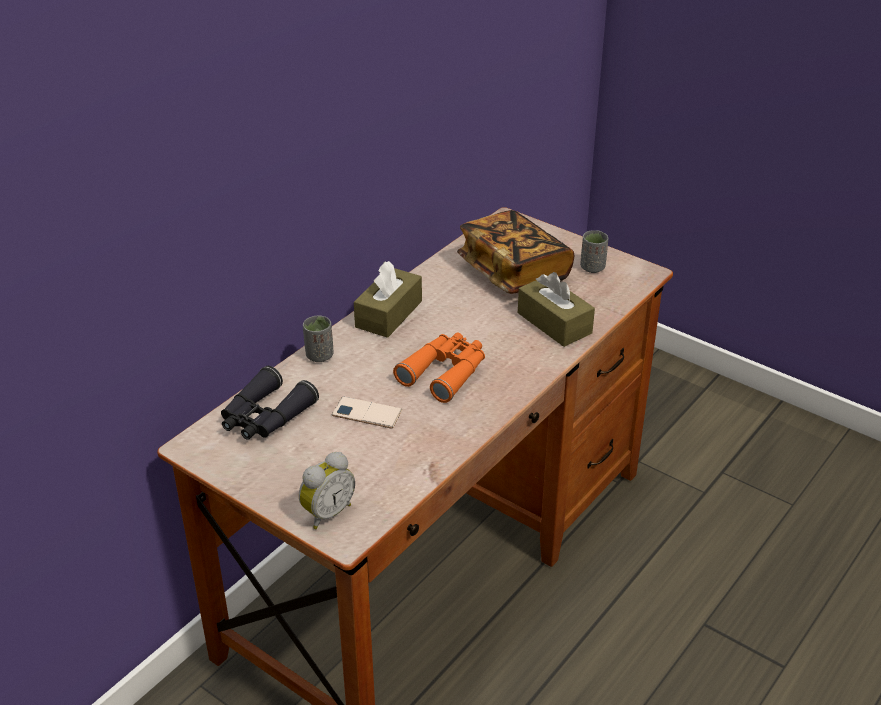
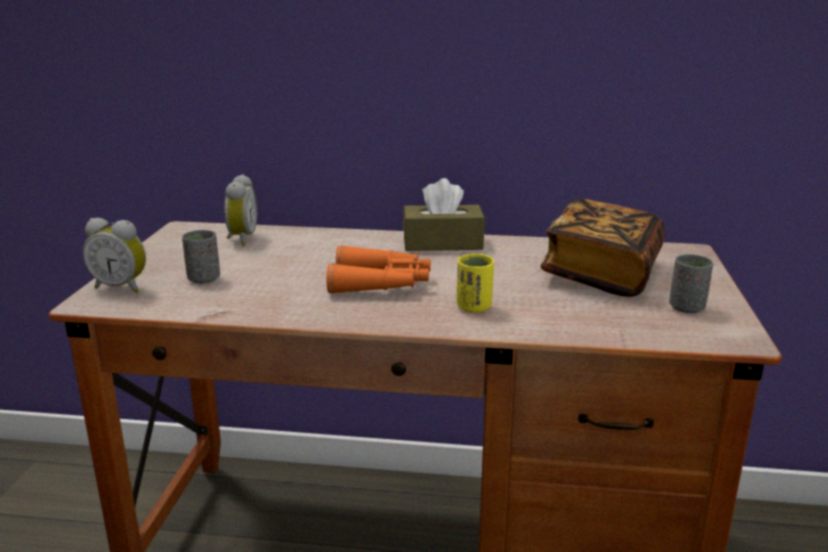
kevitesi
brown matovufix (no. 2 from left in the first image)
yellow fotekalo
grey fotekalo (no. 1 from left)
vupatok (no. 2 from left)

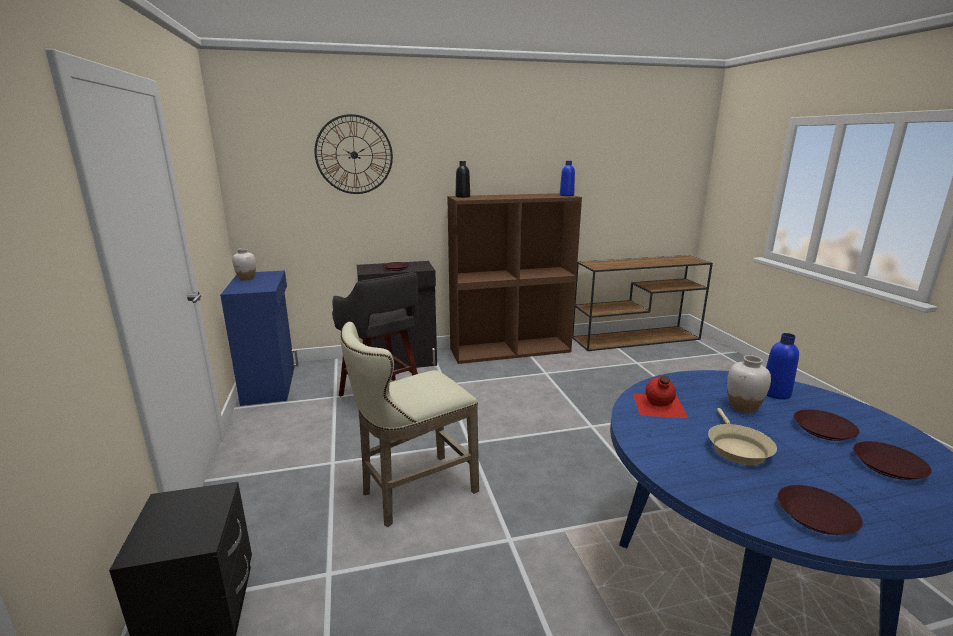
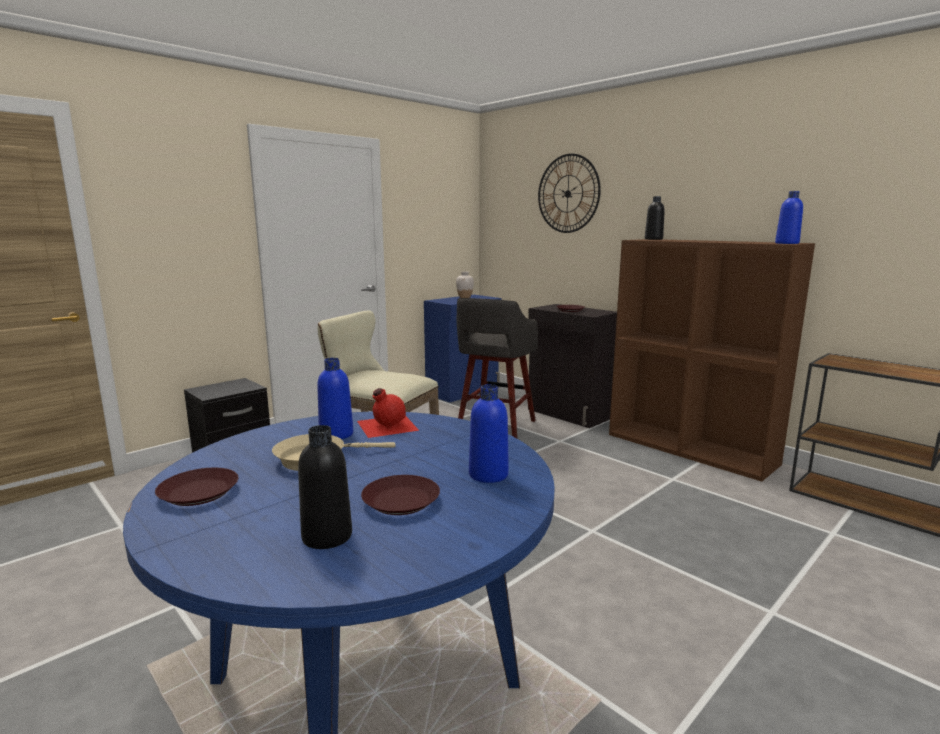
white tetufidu (no. 2 from left in the first image)
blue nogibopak (no. 1 from left)
black nogibopak (no. 1 from left)

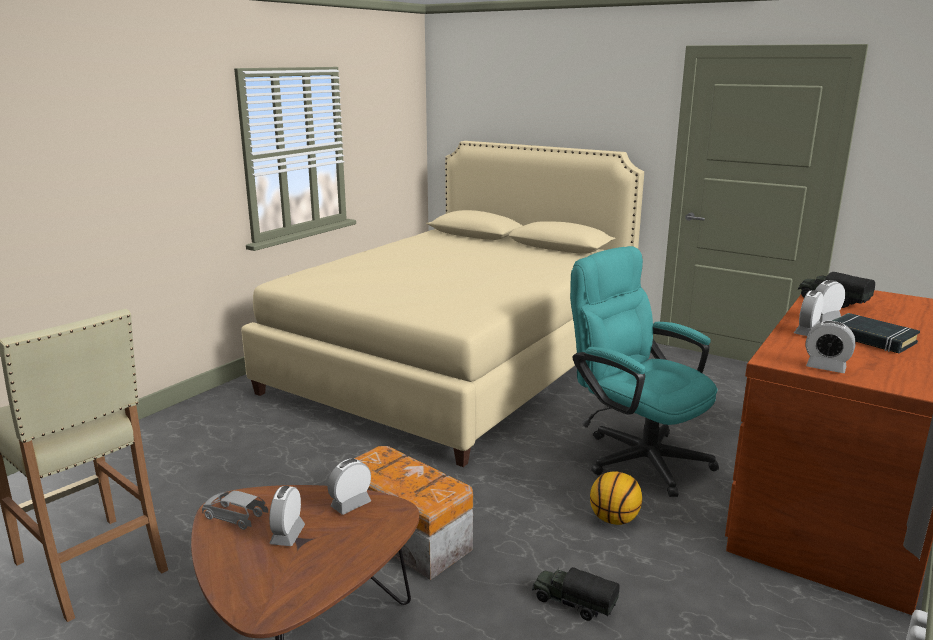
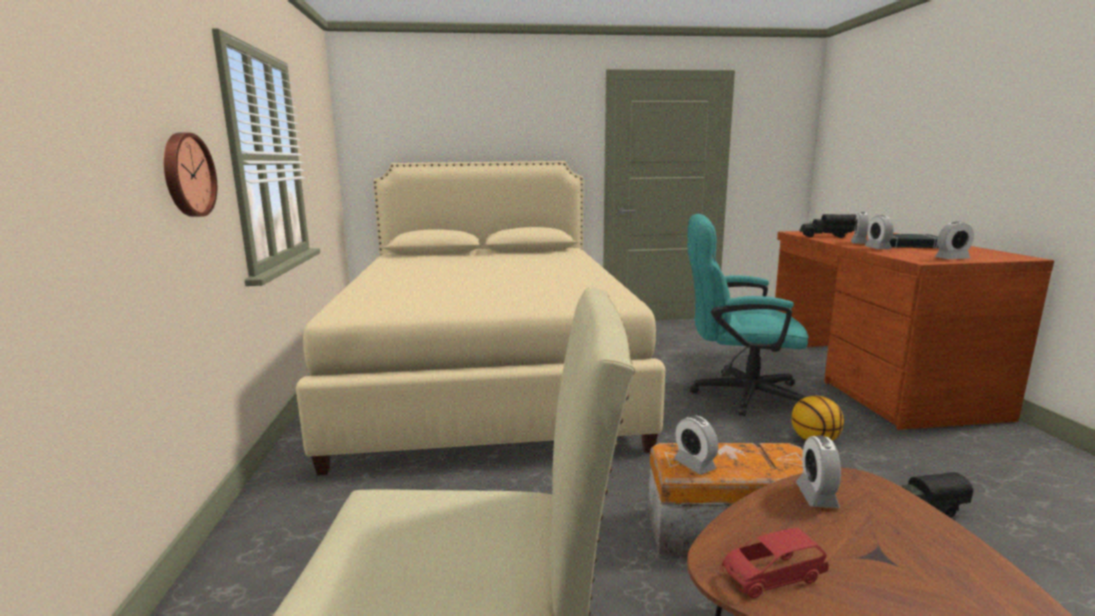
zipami
vupatok (no. 1 from left)
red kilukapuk

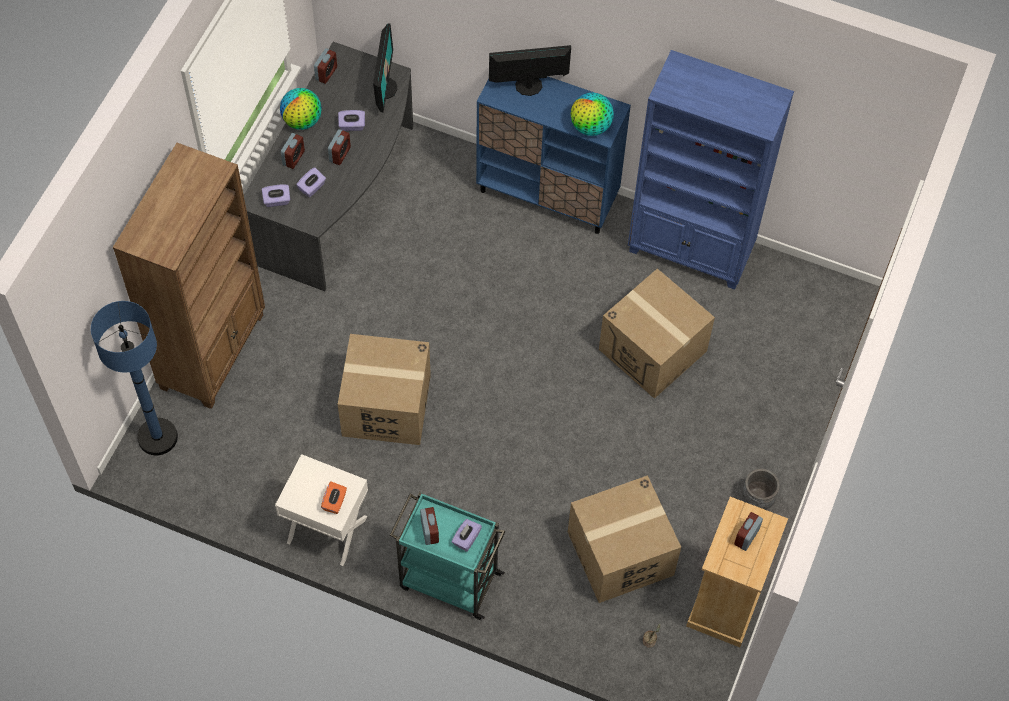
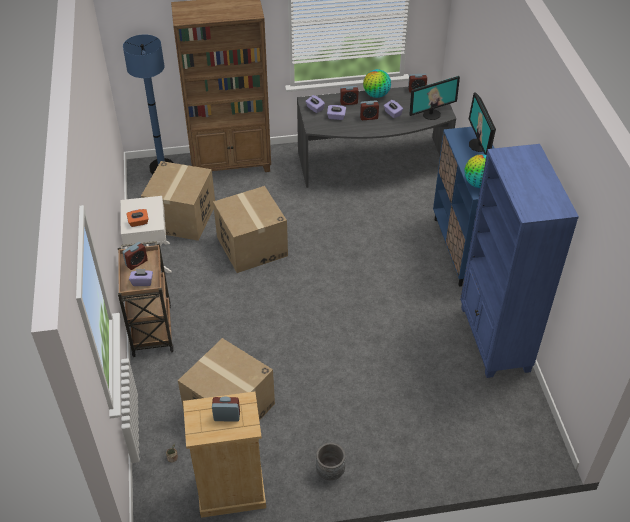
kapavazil (no. 1 from left)
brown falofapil
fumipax (no. 2 from left)

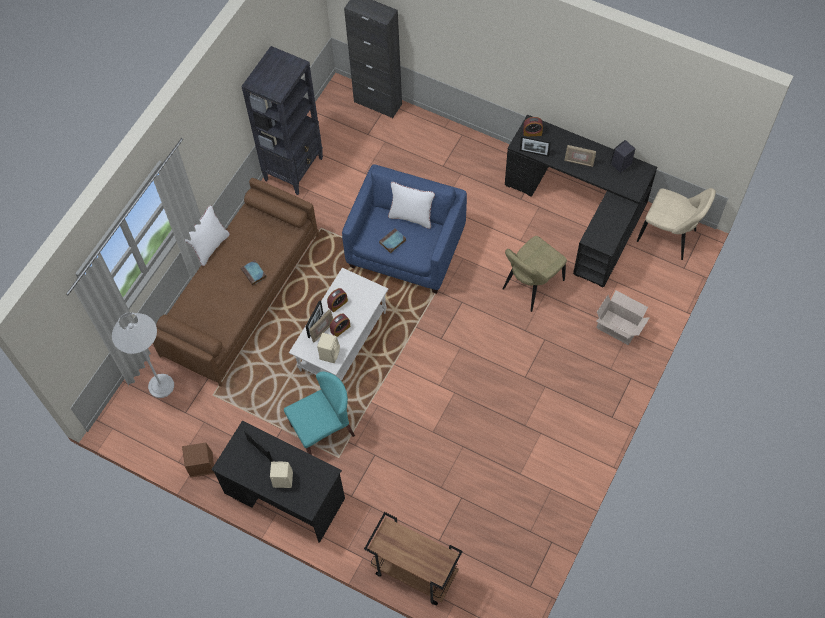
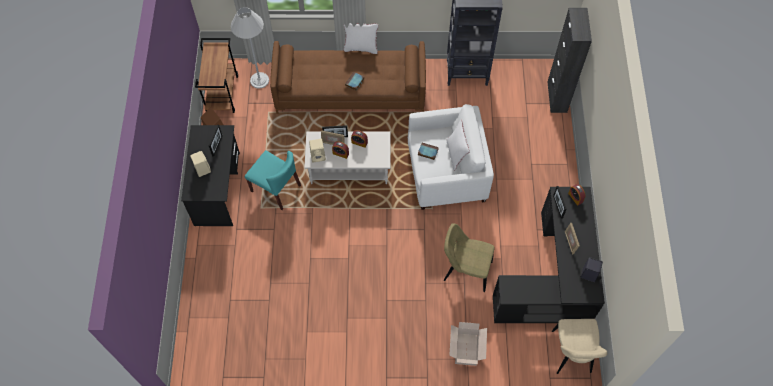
brown falofapil
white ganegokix

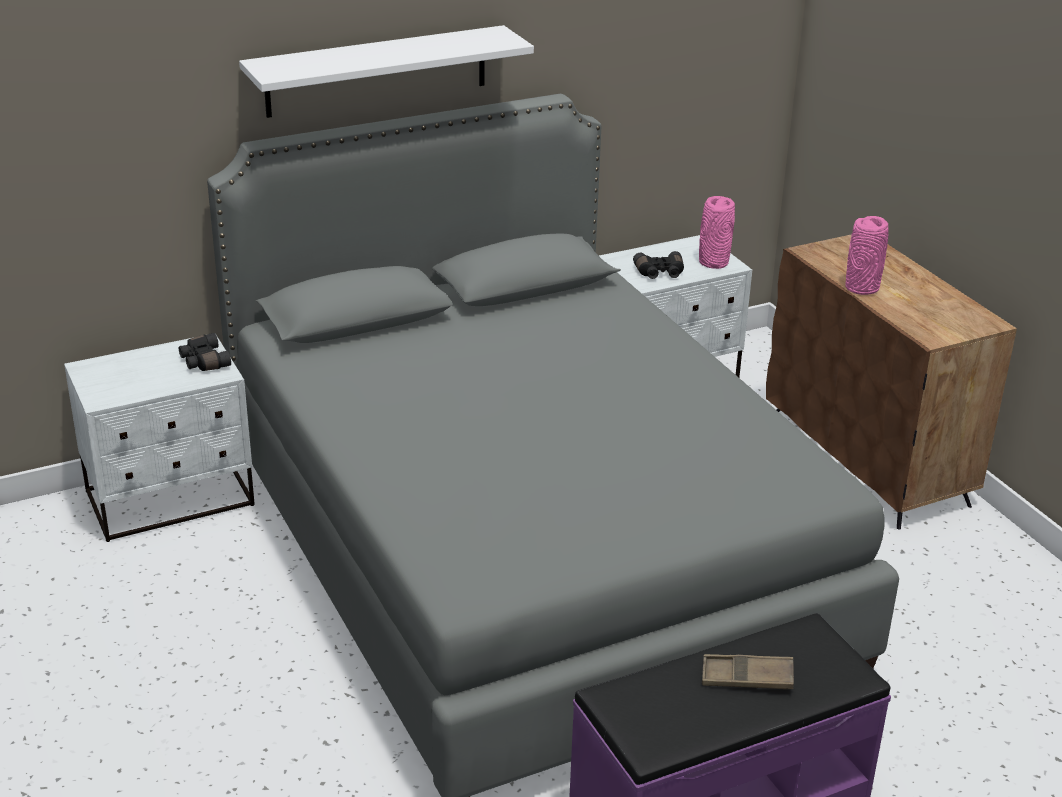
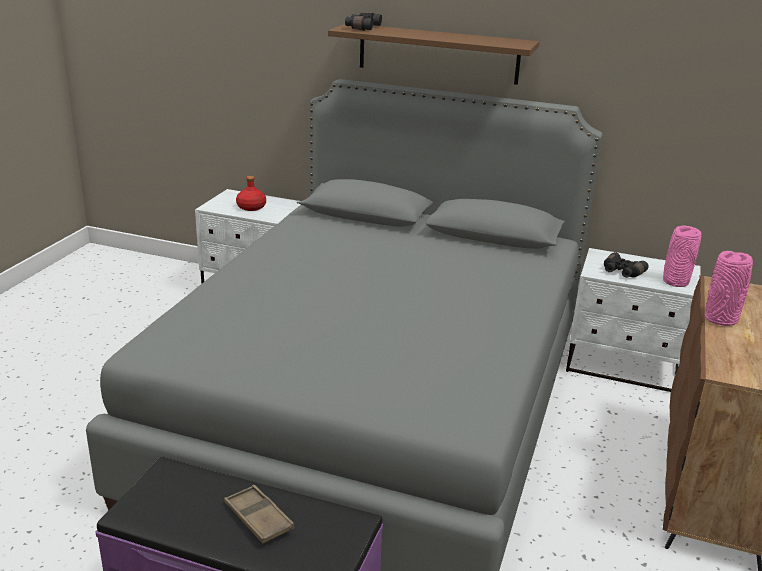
red nogibopak
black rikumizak (no. 1 from left)
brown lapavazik

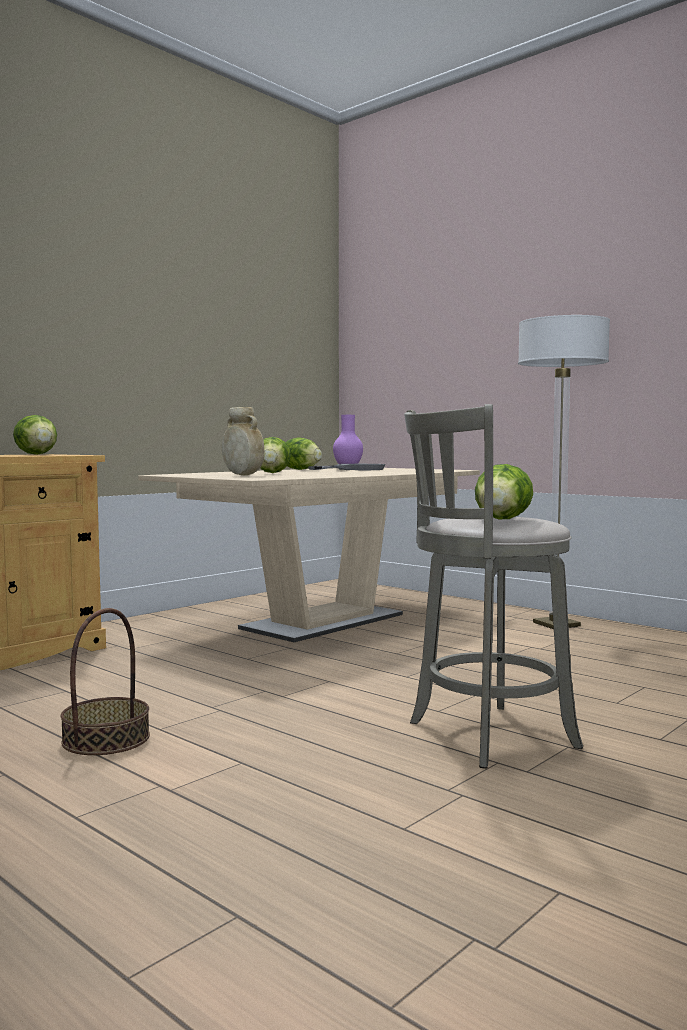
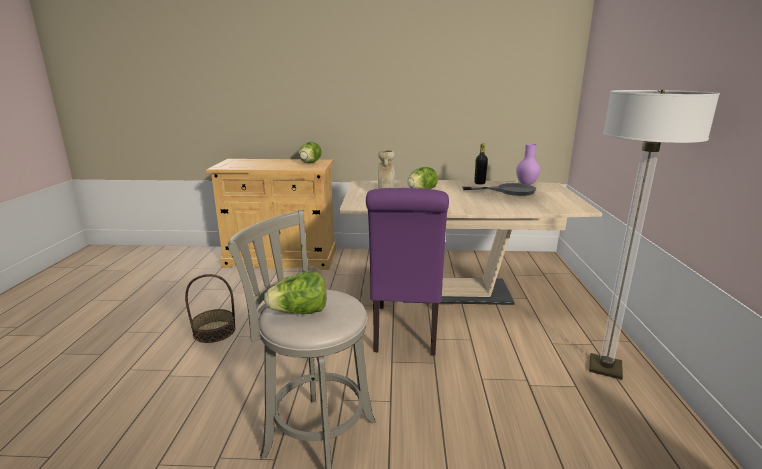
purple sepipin
black nogibopak

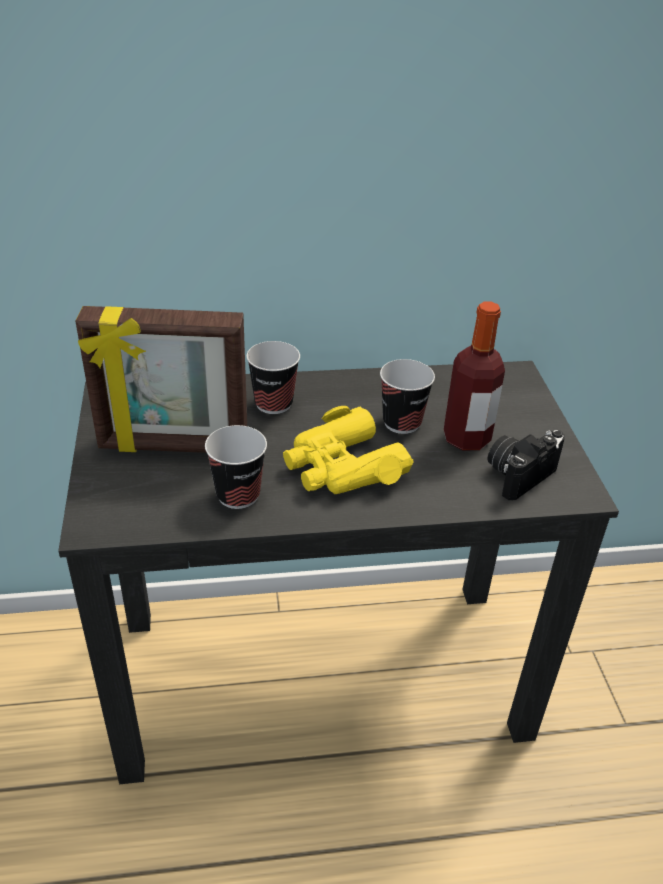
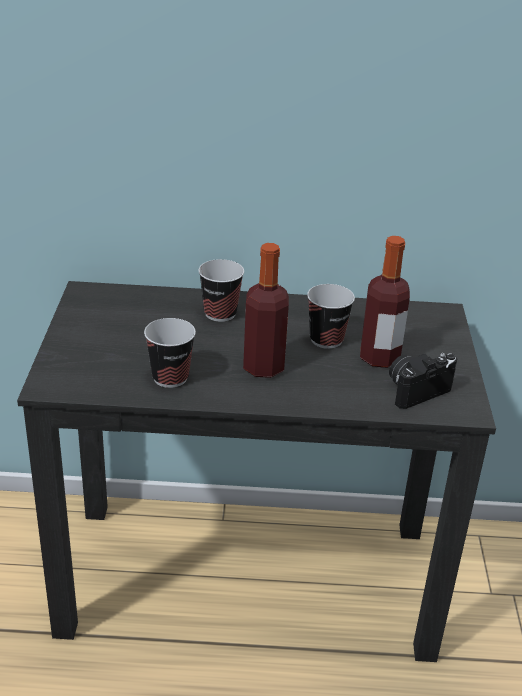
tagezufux
nogibopak (no. 1 from left)

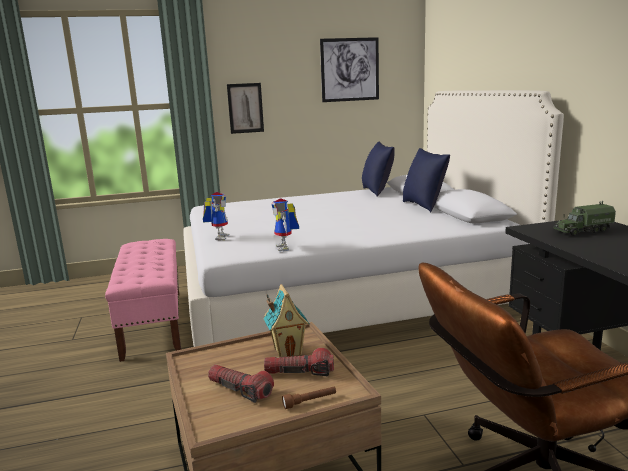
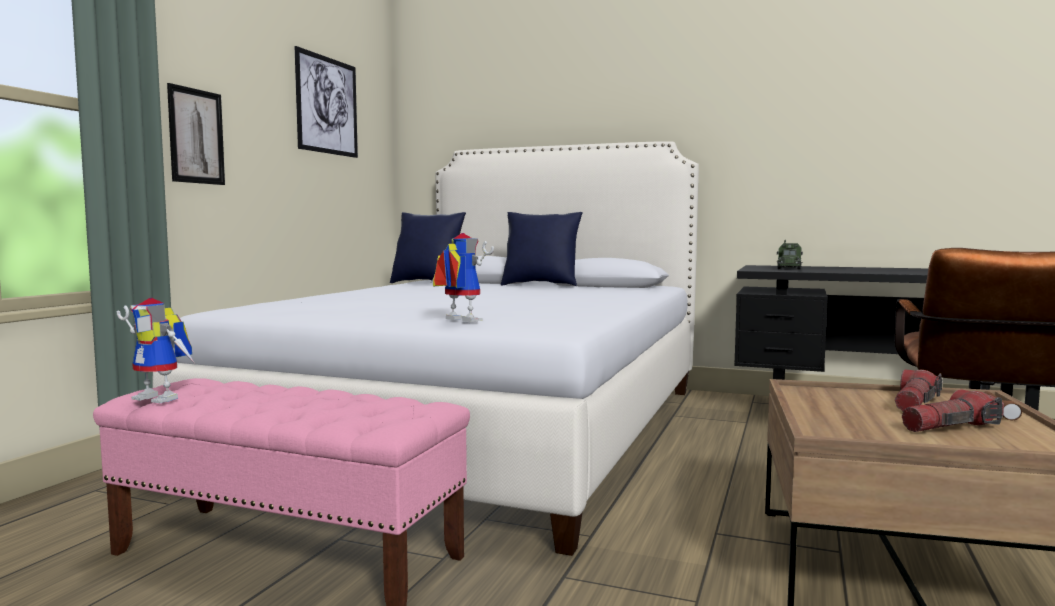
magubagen
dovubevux (no. 1 from left)

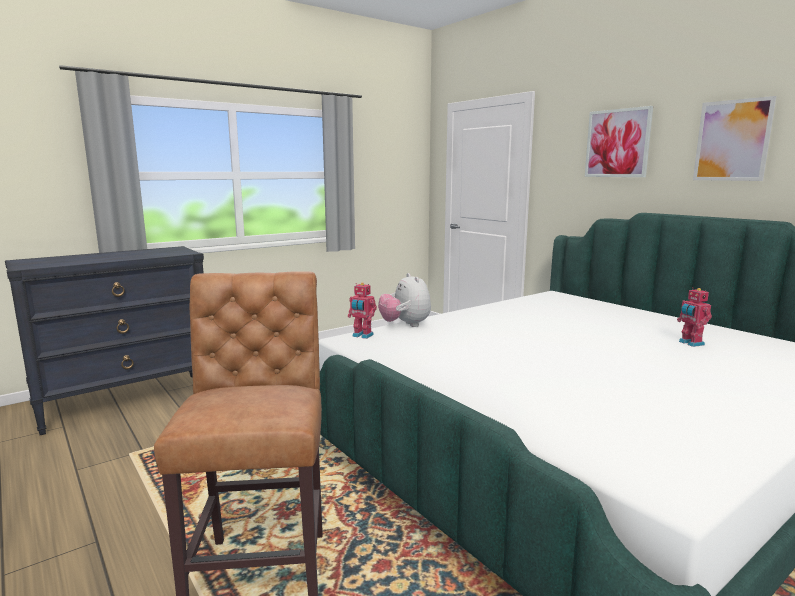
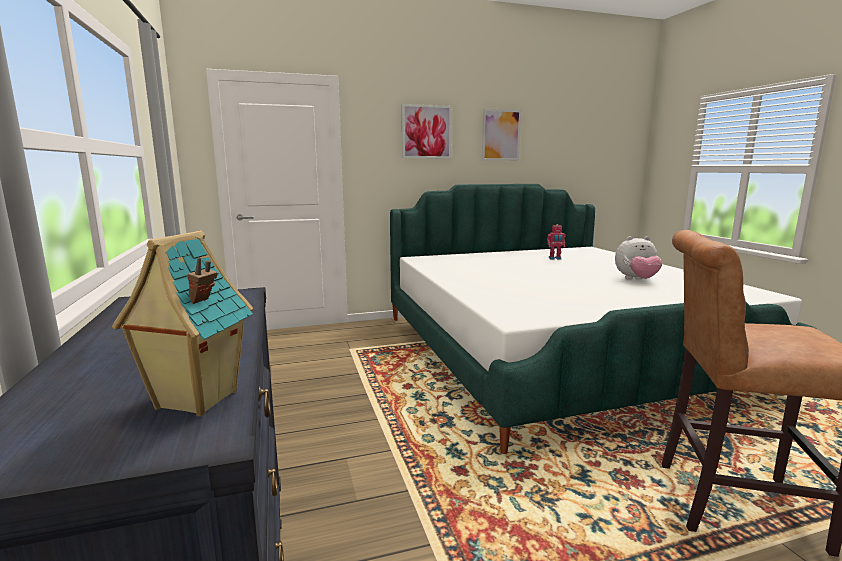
dovubevux (no. 1 from left in the first image)
magubagen
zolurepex

